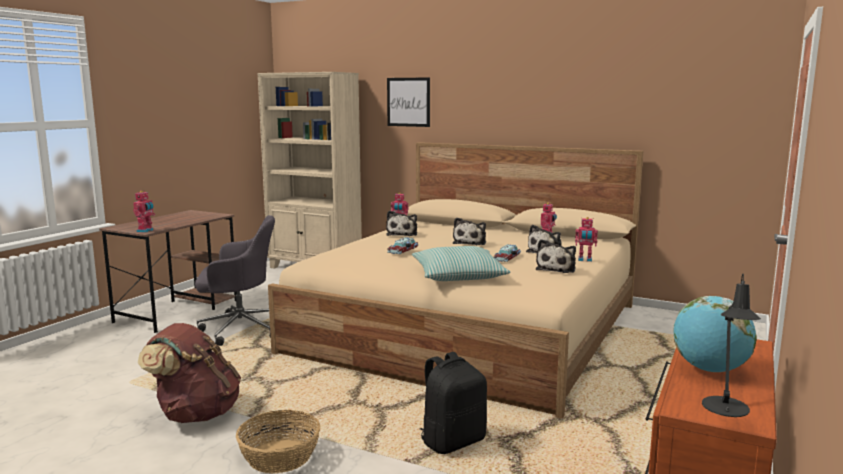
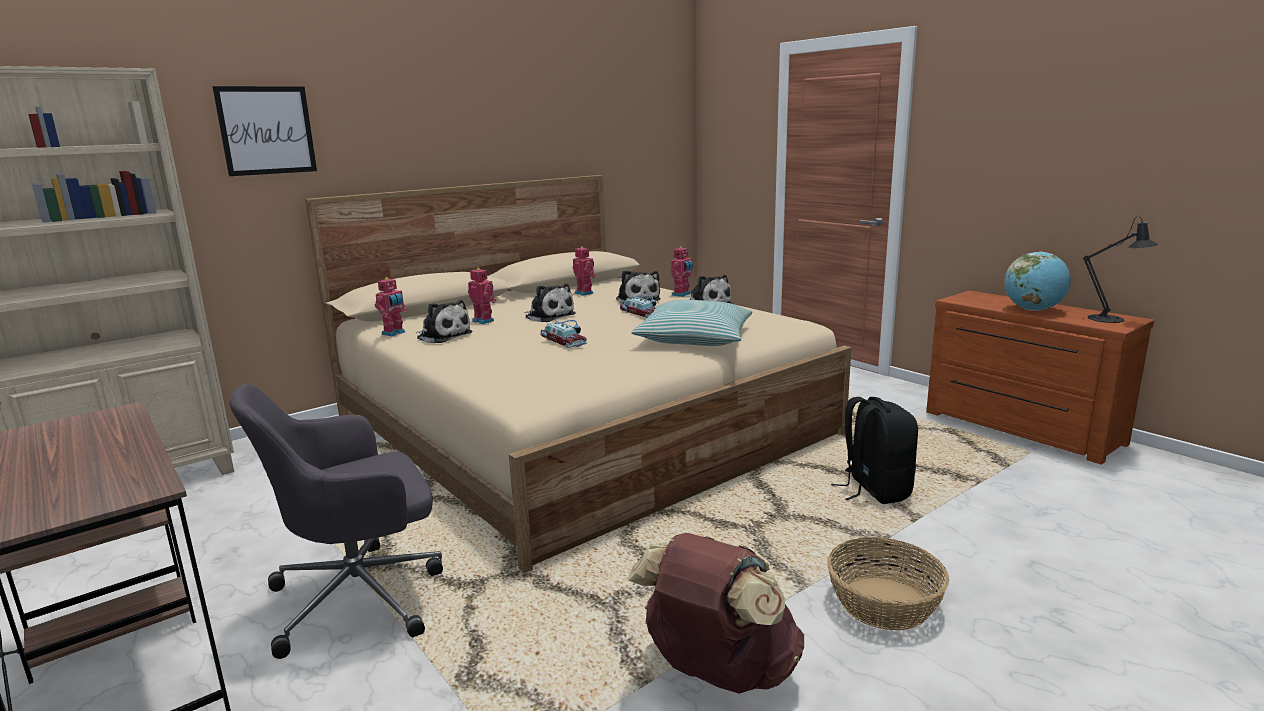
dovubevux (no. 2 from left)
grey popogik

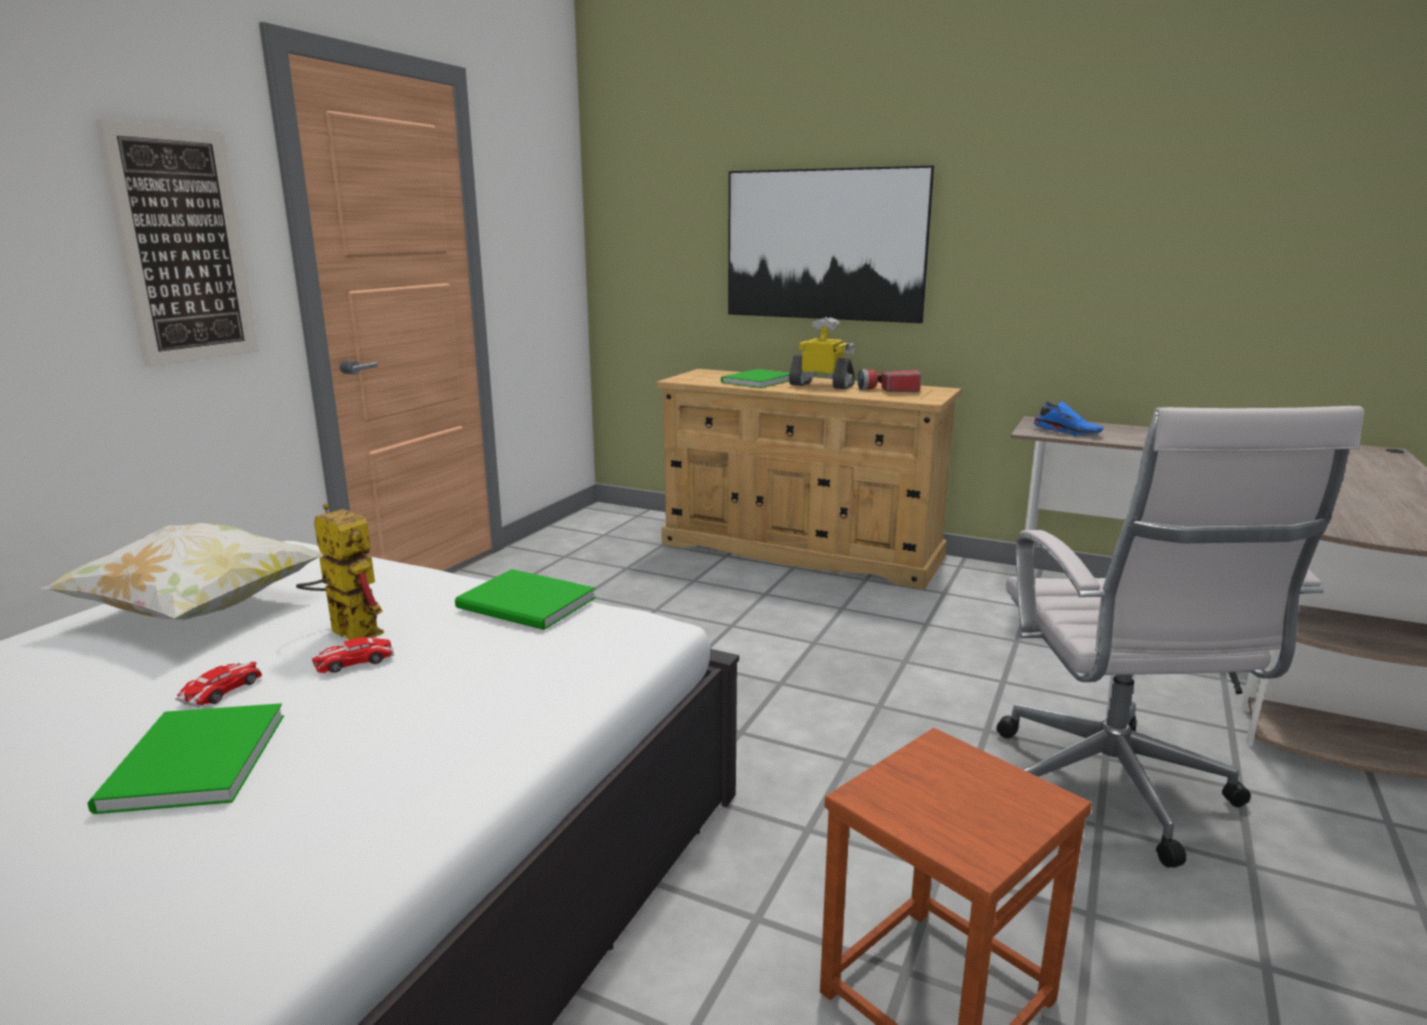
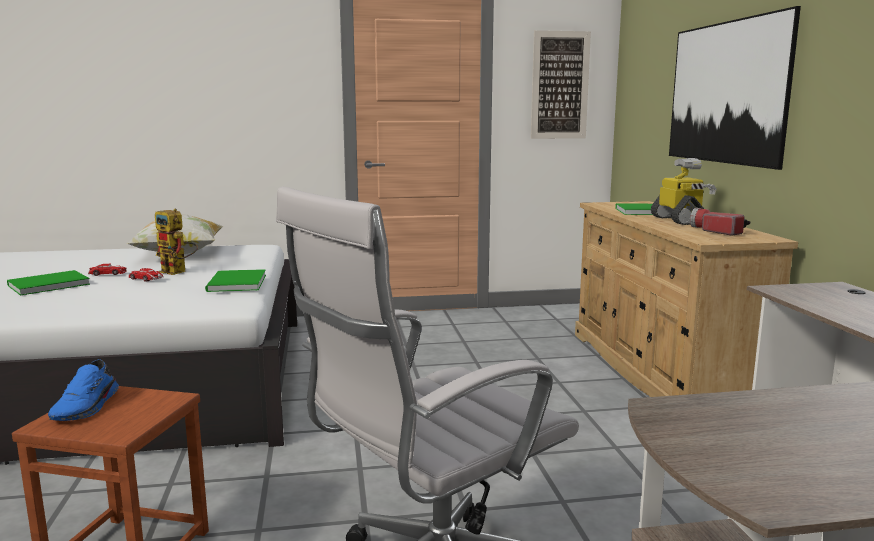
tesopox (no. 1 from left)
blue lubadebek
dovubevux (no. 1 from left)

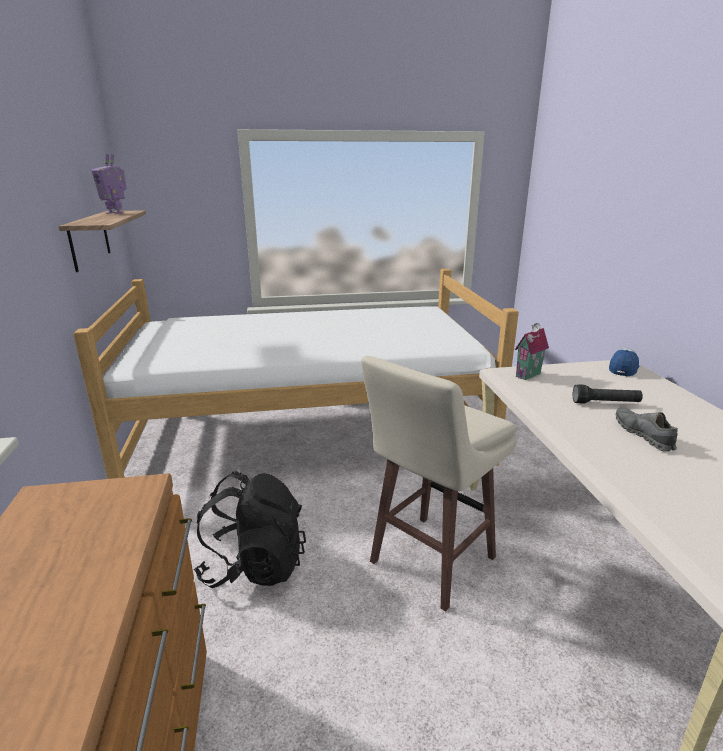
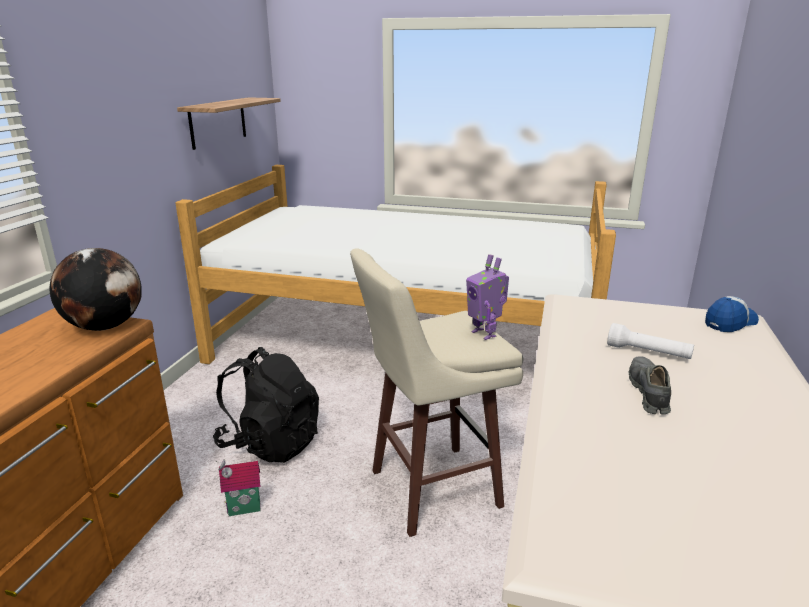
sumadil
dovubevux
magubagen
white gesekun

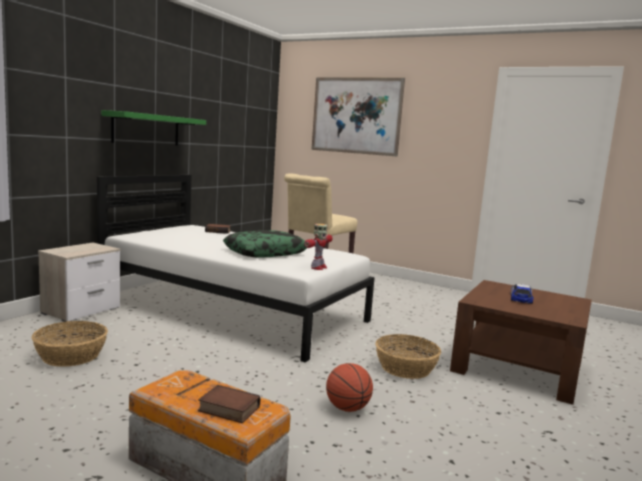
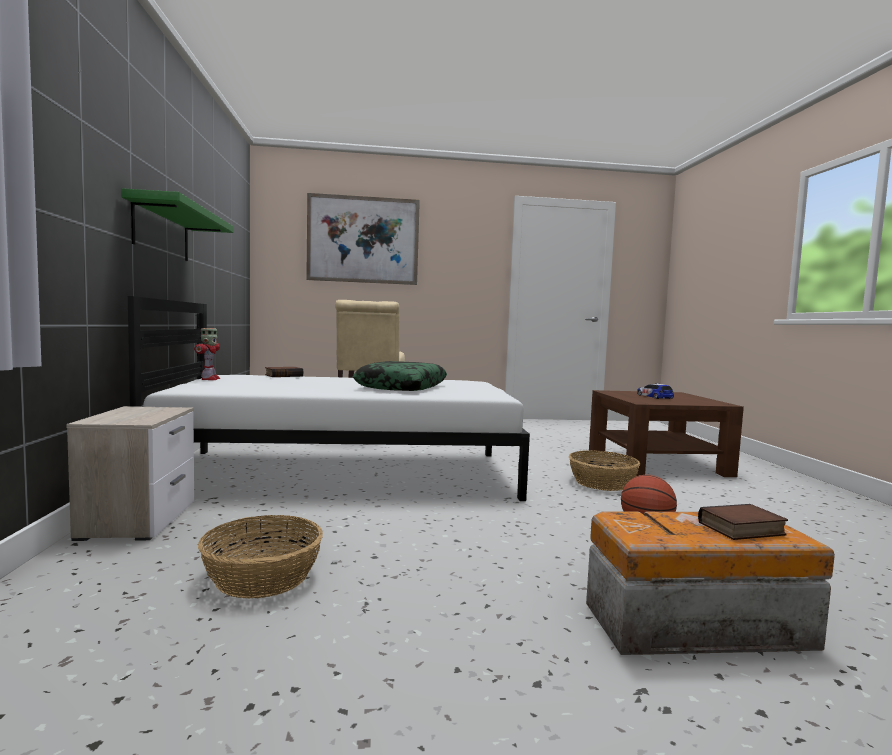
dovubevux

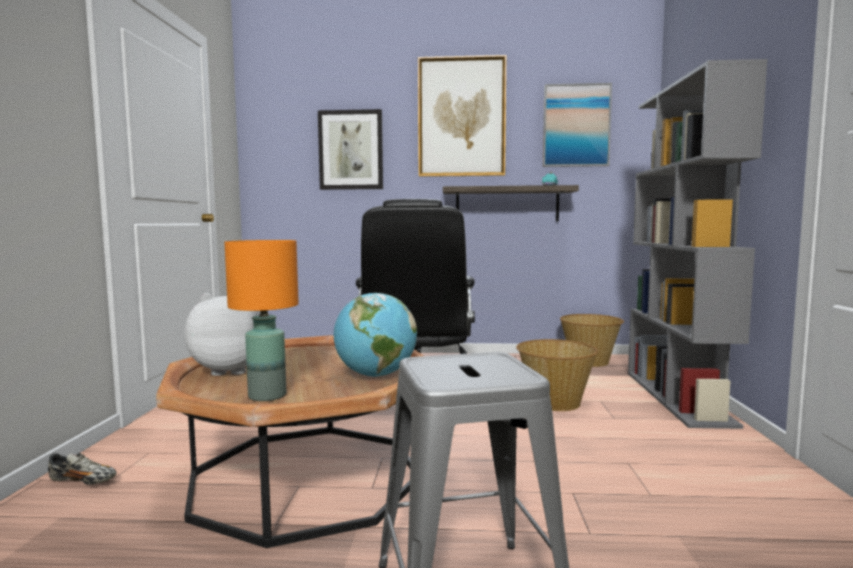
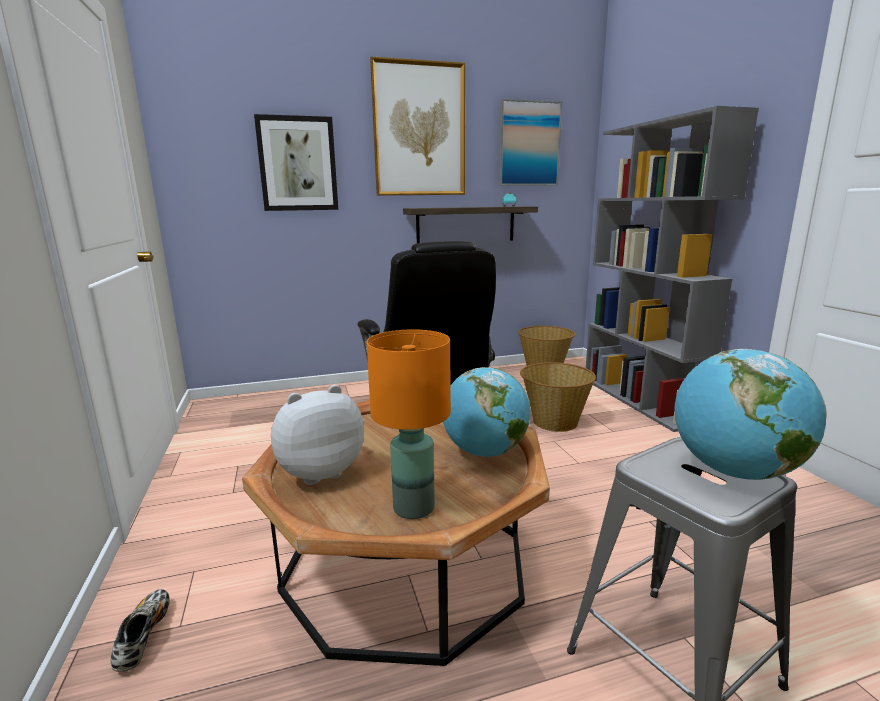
sumadil (no. 2 from left)
lubadebek

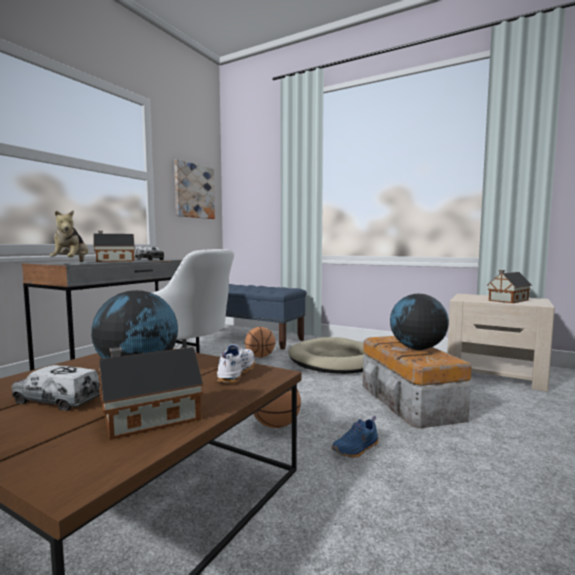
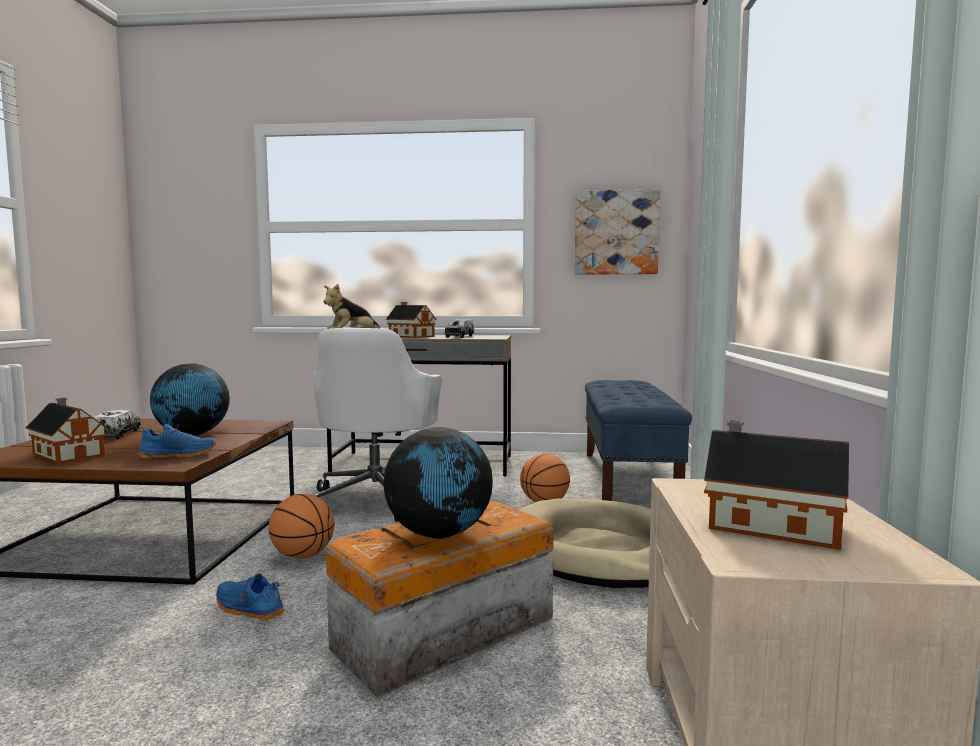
blue lubadebek (no. 1 from left)

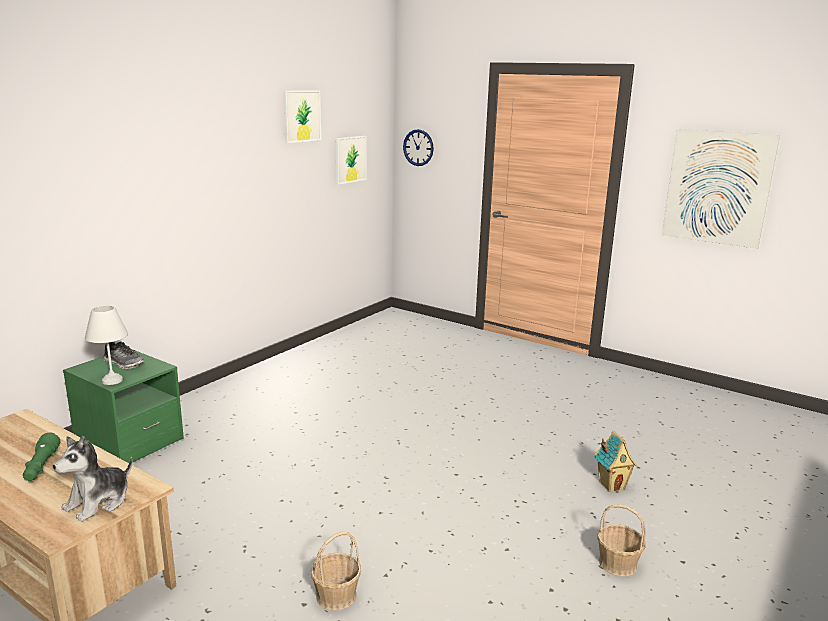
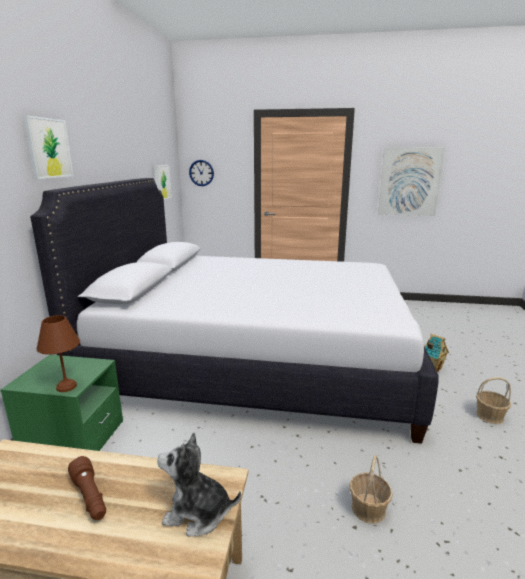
lubadebek
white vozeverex
tesopox (no. 1 from left)
brown gesekun
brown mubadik
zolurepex

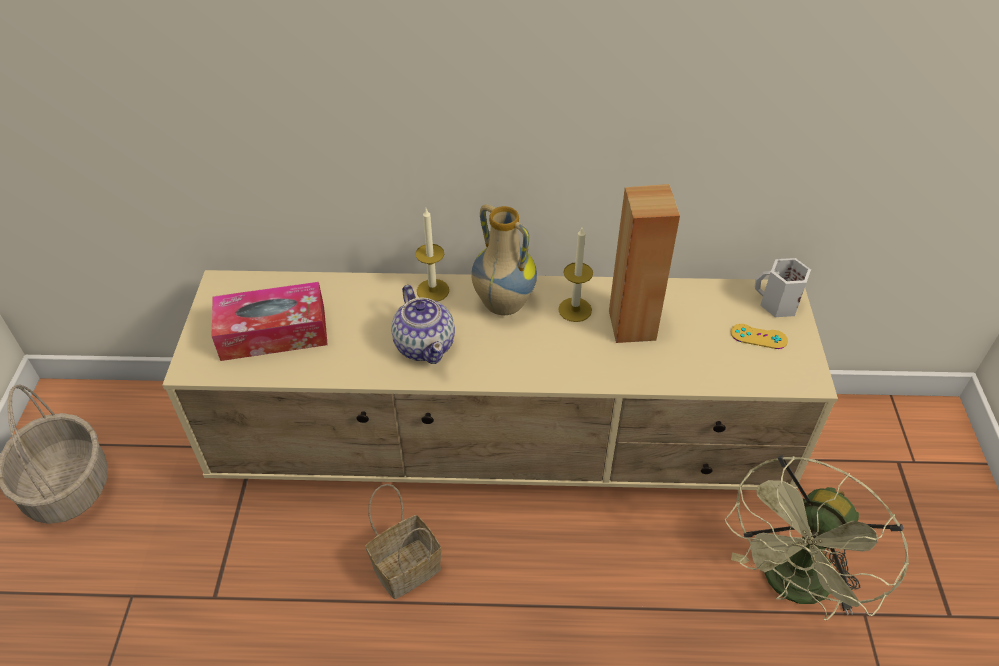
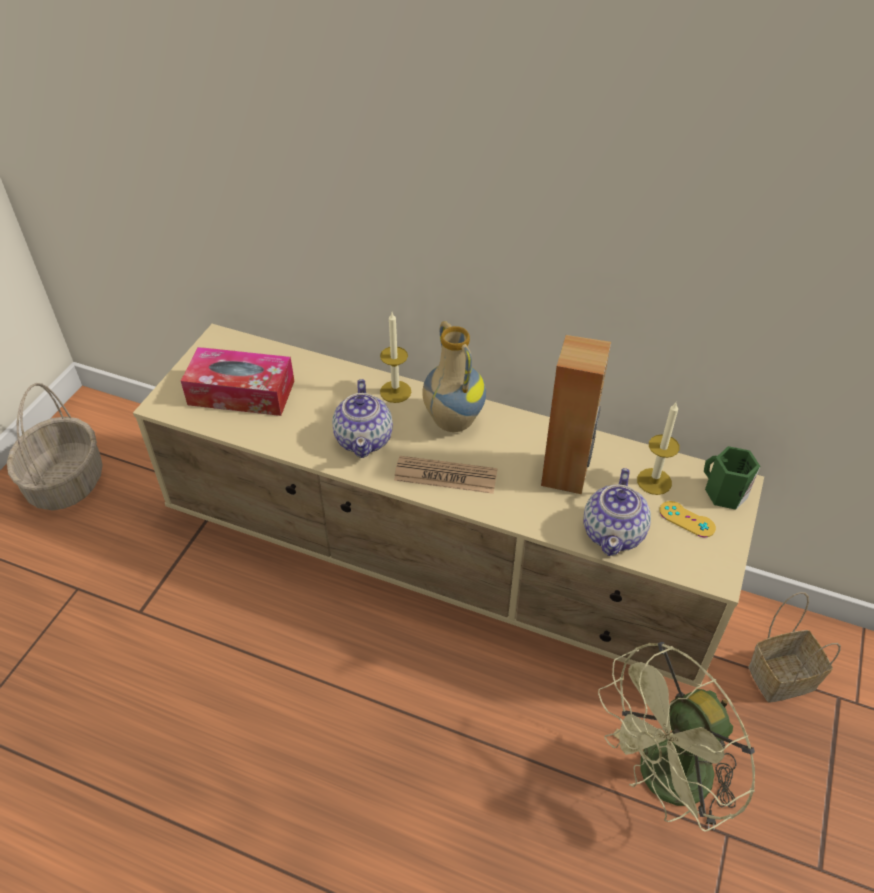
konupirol
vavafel (no. 2 from left)
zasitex (no. 2 from left)
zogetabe (no. 2 from left)
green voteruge

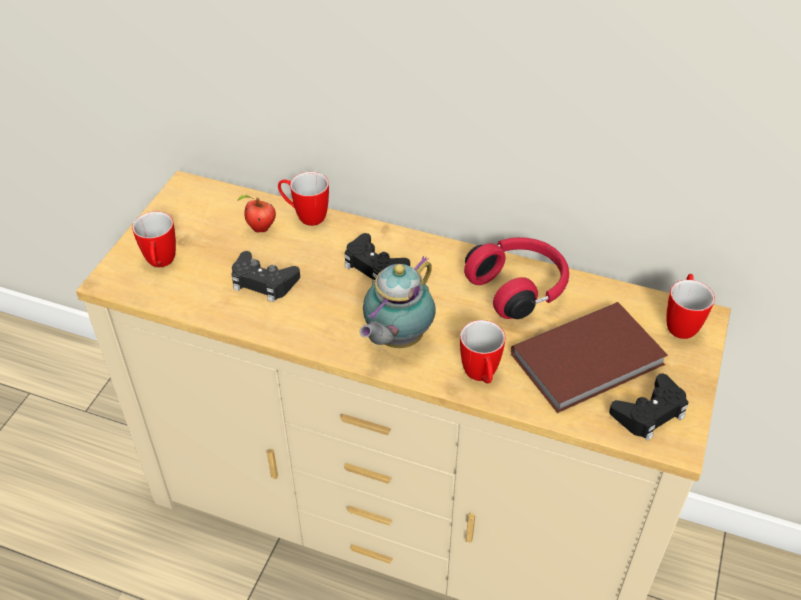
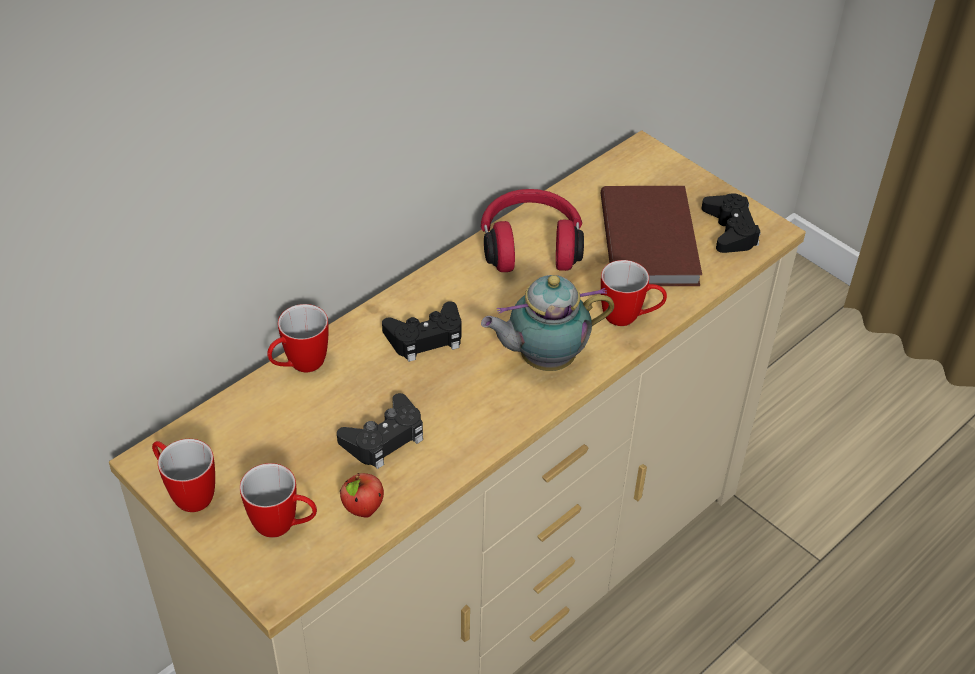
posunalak
voteruge (no. 1 from left)
vavafel

